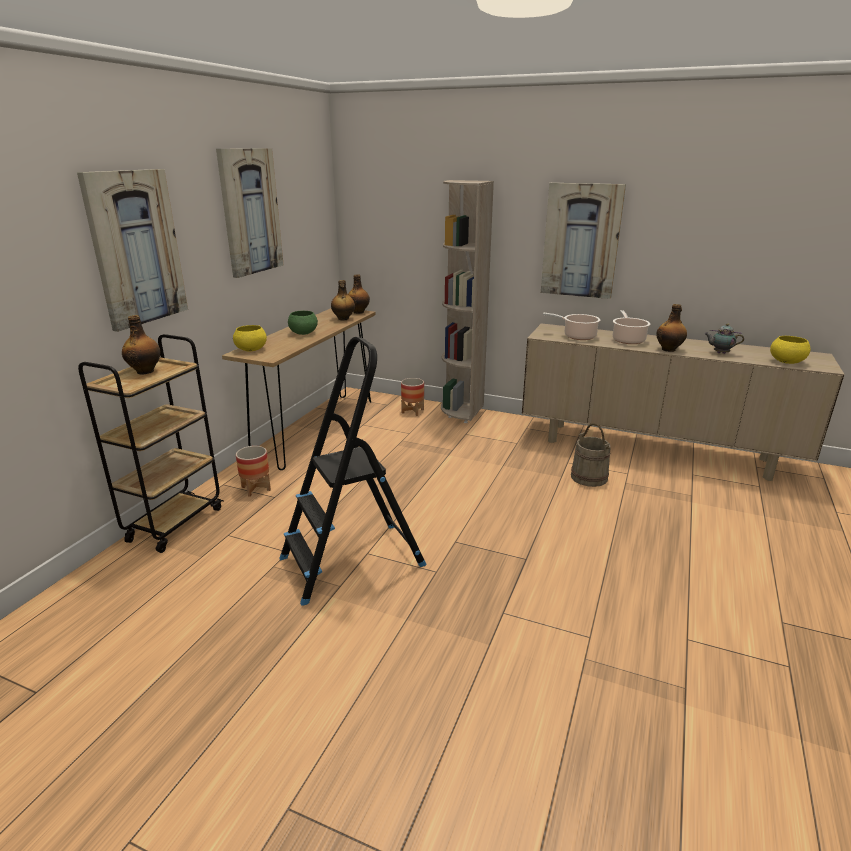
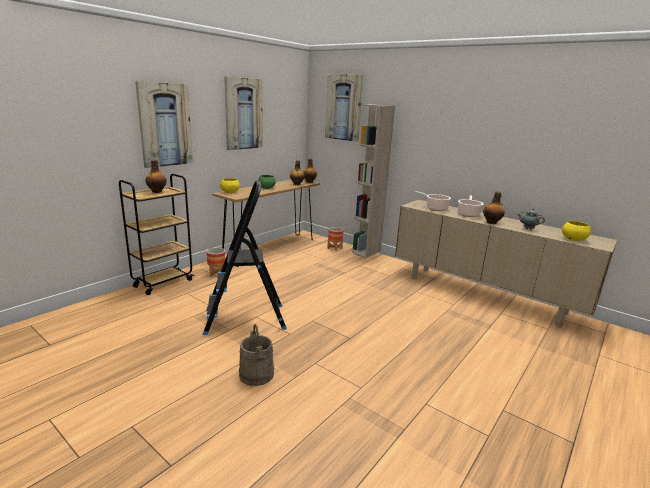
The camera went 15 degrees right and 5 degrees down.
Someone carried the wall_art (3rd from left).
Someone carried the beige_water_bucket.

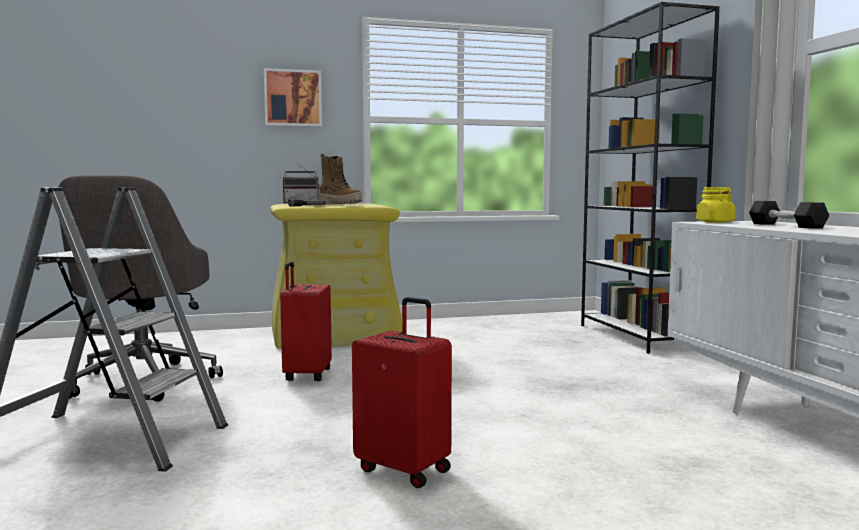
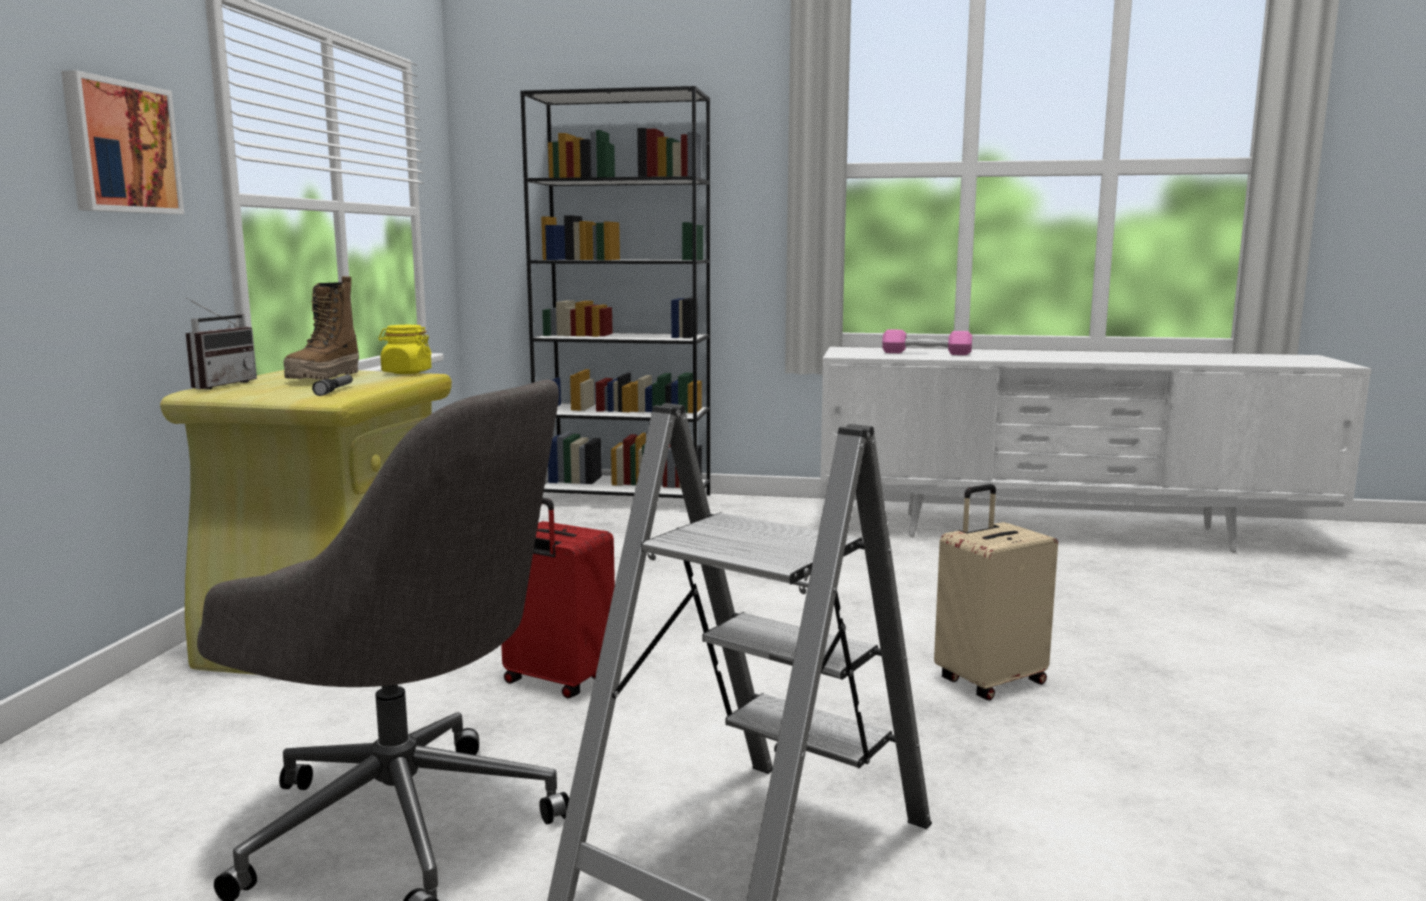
The camera went 65 degrees left and 5 degrees up.
Someone rotated the high-top_boot by 135 degrees clockwise.
Someone carried the yellow_jar.
Someone repainted the black-coloured_free_weight, which became the pink-coloured_free_weight.
Someone repainted the red_suitcase (2nd from left), which became the beige_suitcase.

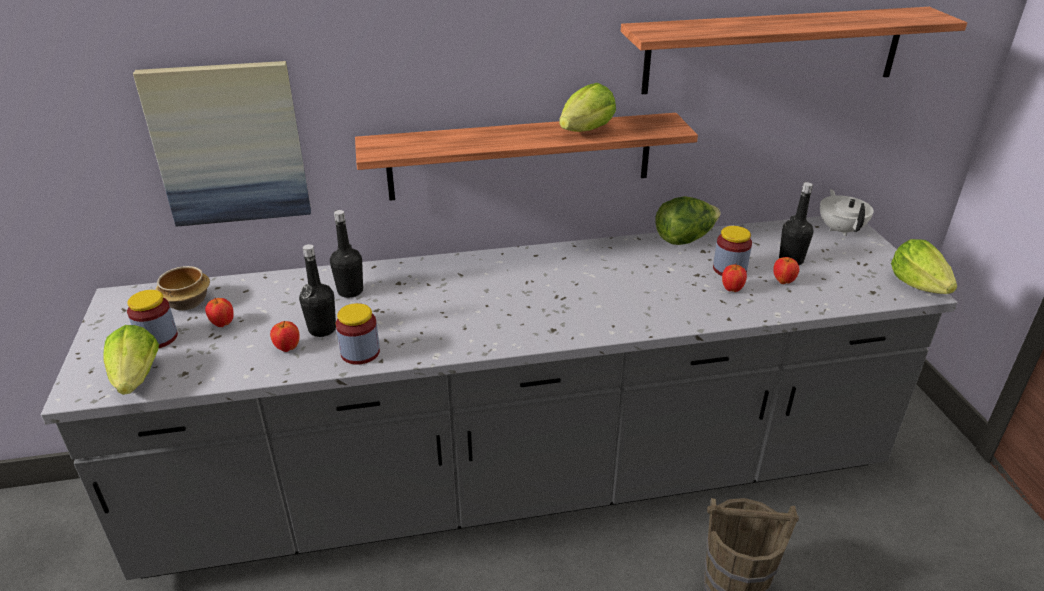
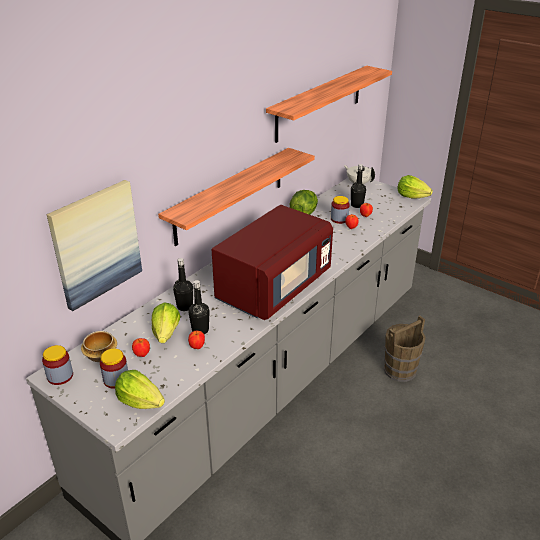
The camera went 40 degrees left and 0 degrees up.
Someone carried the lettuce_head (2nd from left).
Someone carried the jar (2nd from left in the first image).
Someone put down the red_microwave.

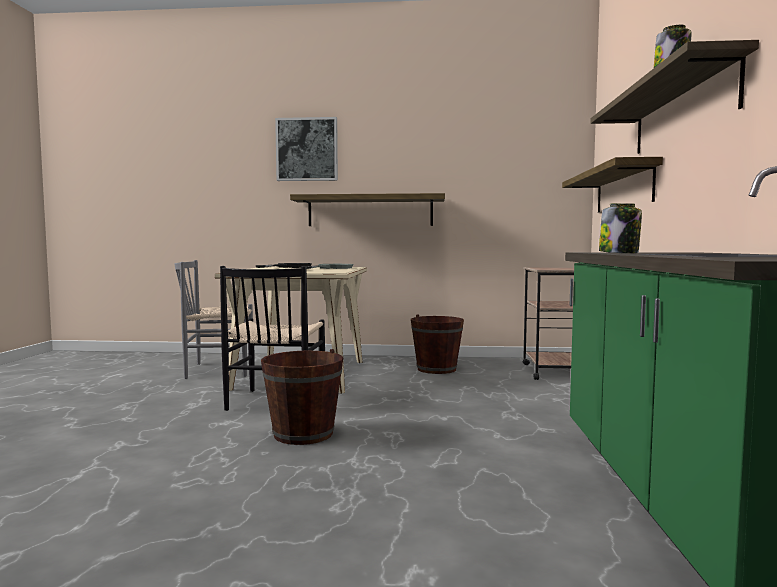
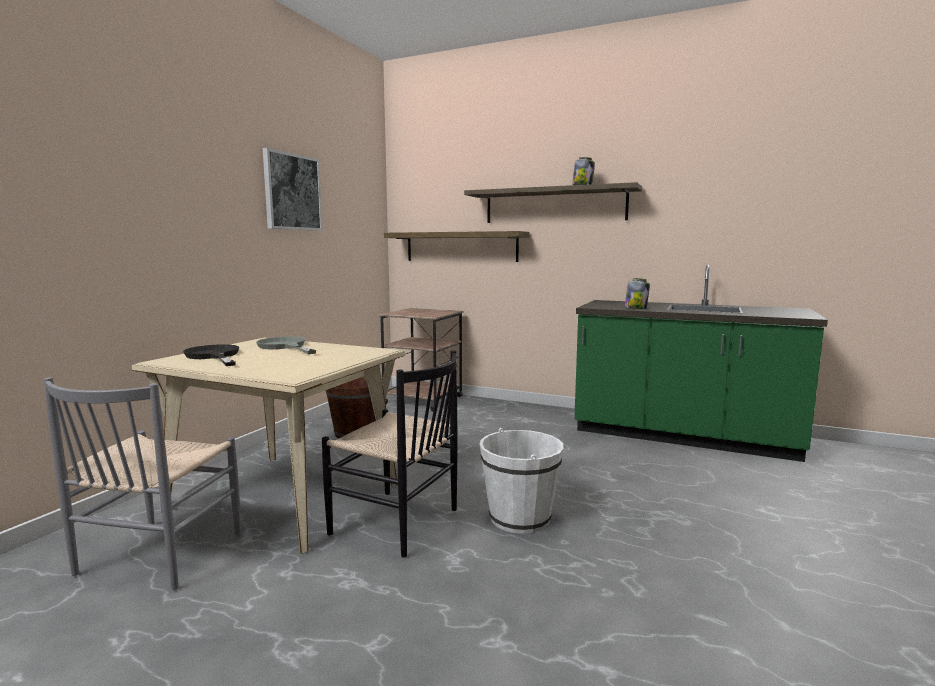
The camera went 70 degrees left and 5 degrees up.
Someone carried the wall_art.
Someone took away the wall_shelf (1st from left).
Someone repainted the brownish_water_bucket (1st from left), which became the white_water_bucket.

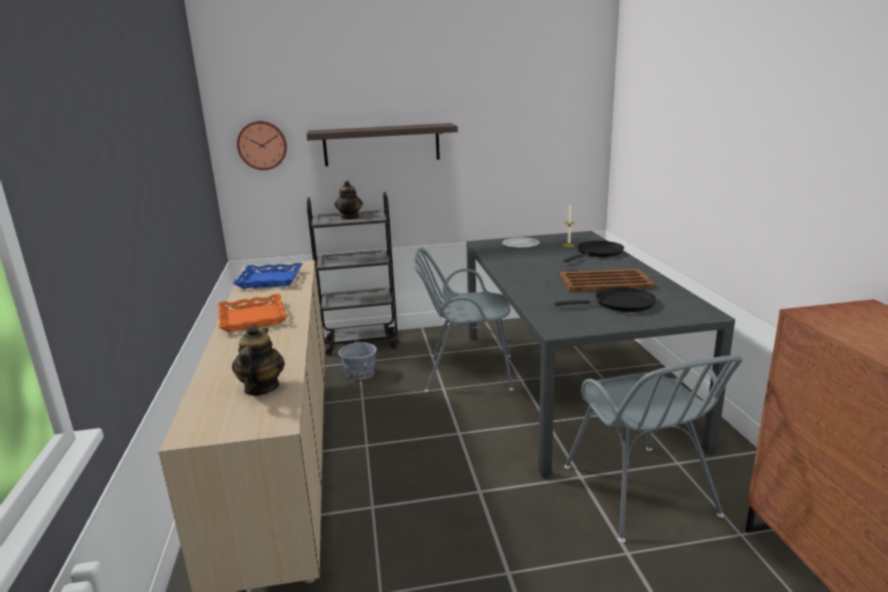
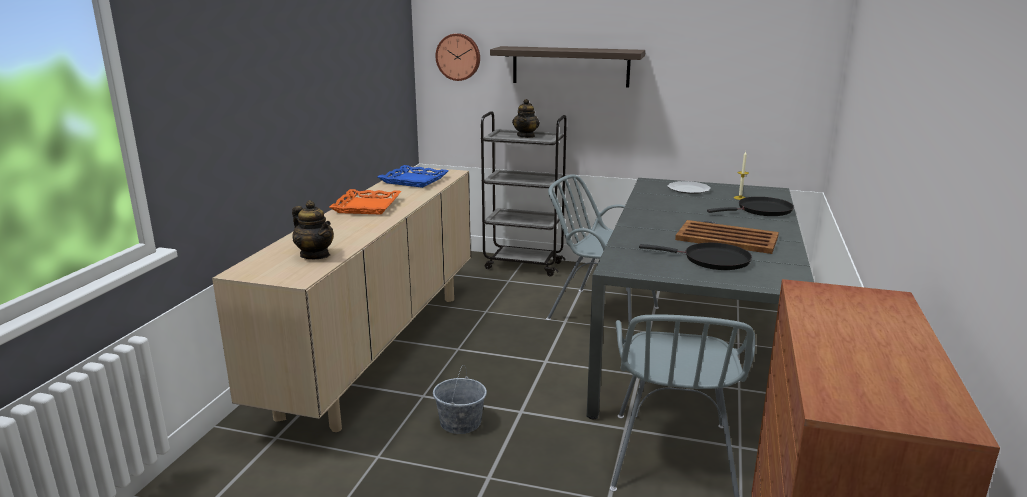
The camera went 25 degrees right and 0 degrees up.
Someone rotated the teapot (1st from left) by 105 degrees clockwise.
Someone carried the gray_water_bucket.

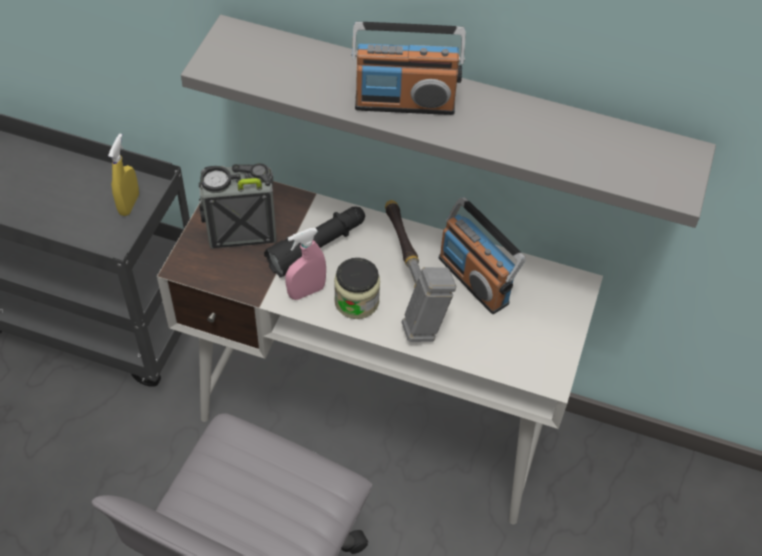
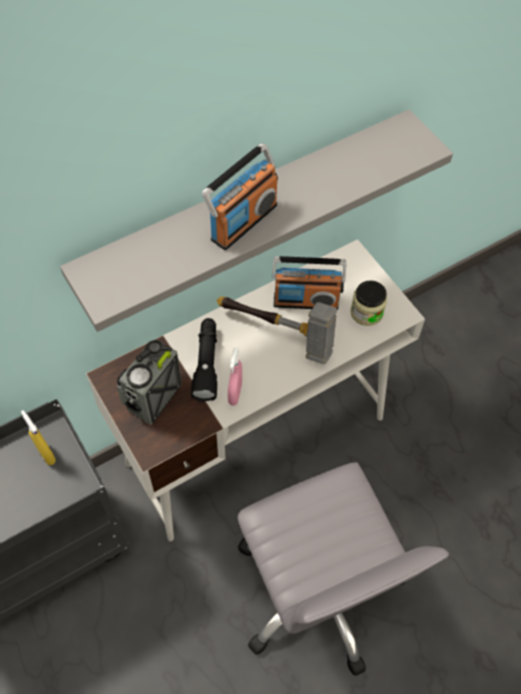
The camera went 50 degrees left and 5 degrees up.
Someone carried the jar.

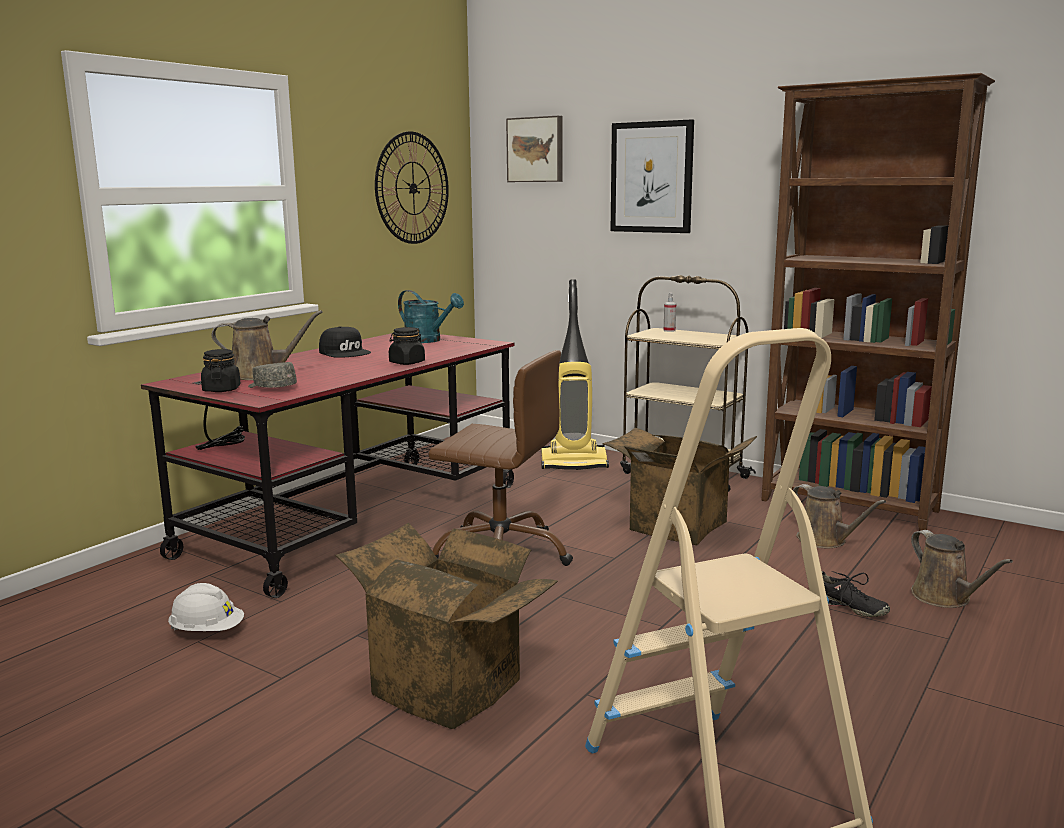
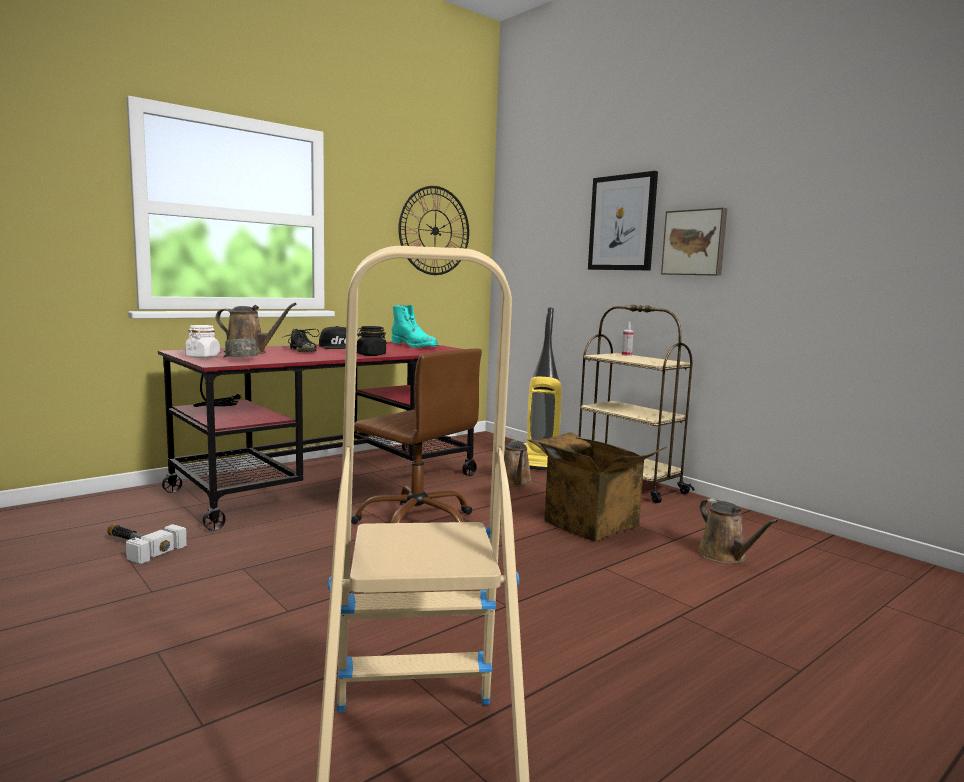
The camera went 15 degrees right and 5 degrees down.
Someone took away the brownish_bookcase.
Someone carried the wall_art (1st from left in the first image).
Someone swapped the turquoise-coloured_watering_can for the turquoise-coloured_high-top_boot.
Someone repainted the black-coloured_jar (1st from left), which became the white_jar.
Someone took away the cardboard_box (1st from left).
Someone carried the brownish_watering_can (3rd from left in the first image).
Someone carried the black-coloured_low_shoe.
Someone swapped the white_safety_helmet for the hammer.

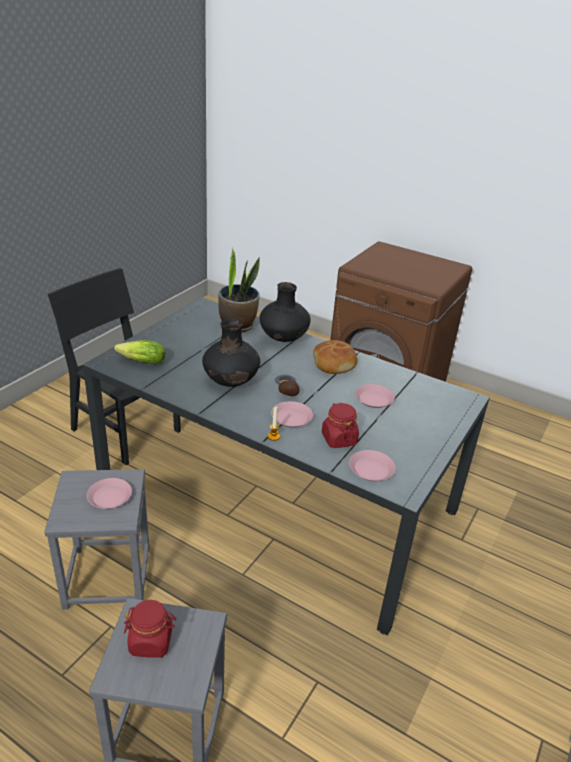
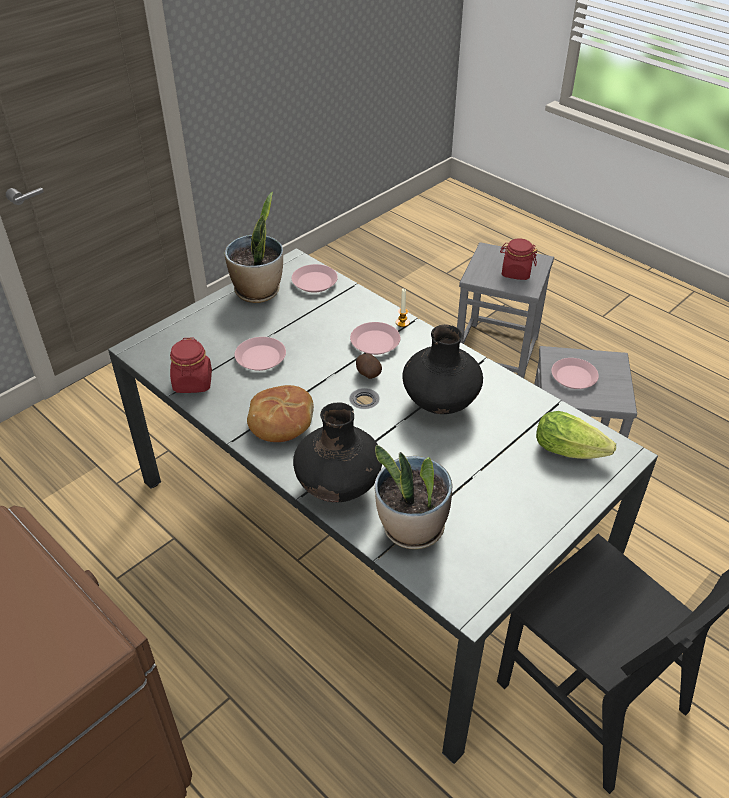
The camera went 165 degrees left and 10 degrees up.
Someone carried the red_jar (2nd from left in the first image).
Someone put down the plant_in_a_pot (1st from left).

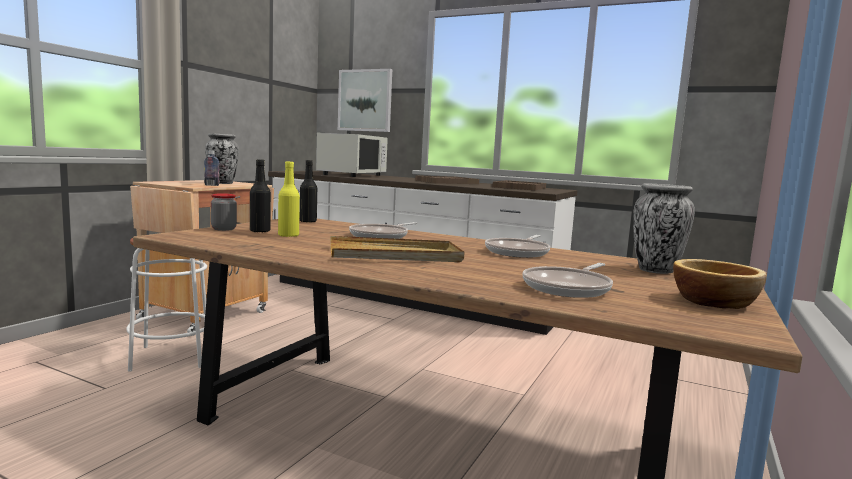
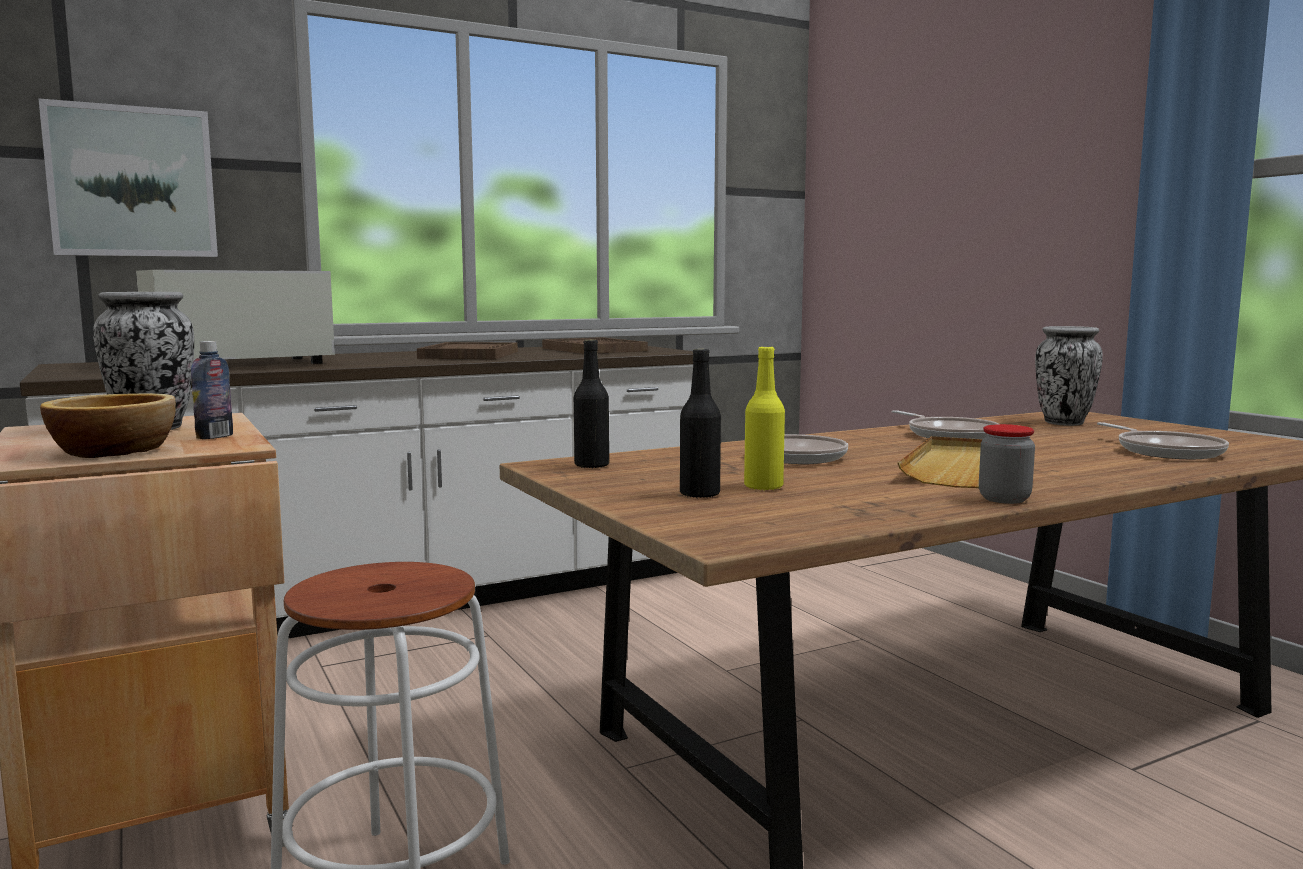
The camera went 55 degrees left and 0 degrees up.
Someone rotated the white_microwave by 90 degrees counterclockwise.
Someone carried the jar.
Someone carried the serving_bowl.

